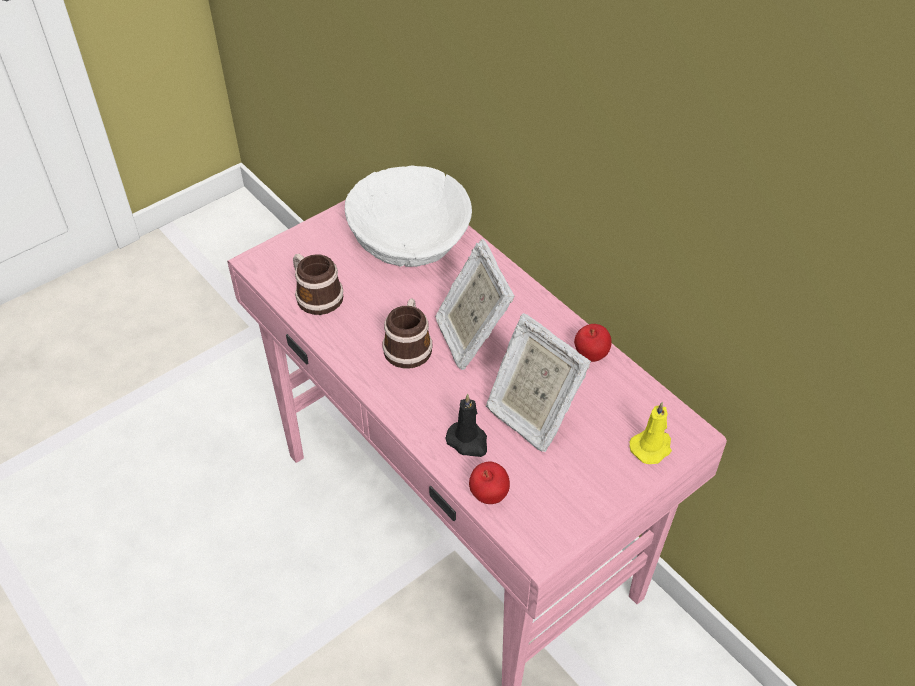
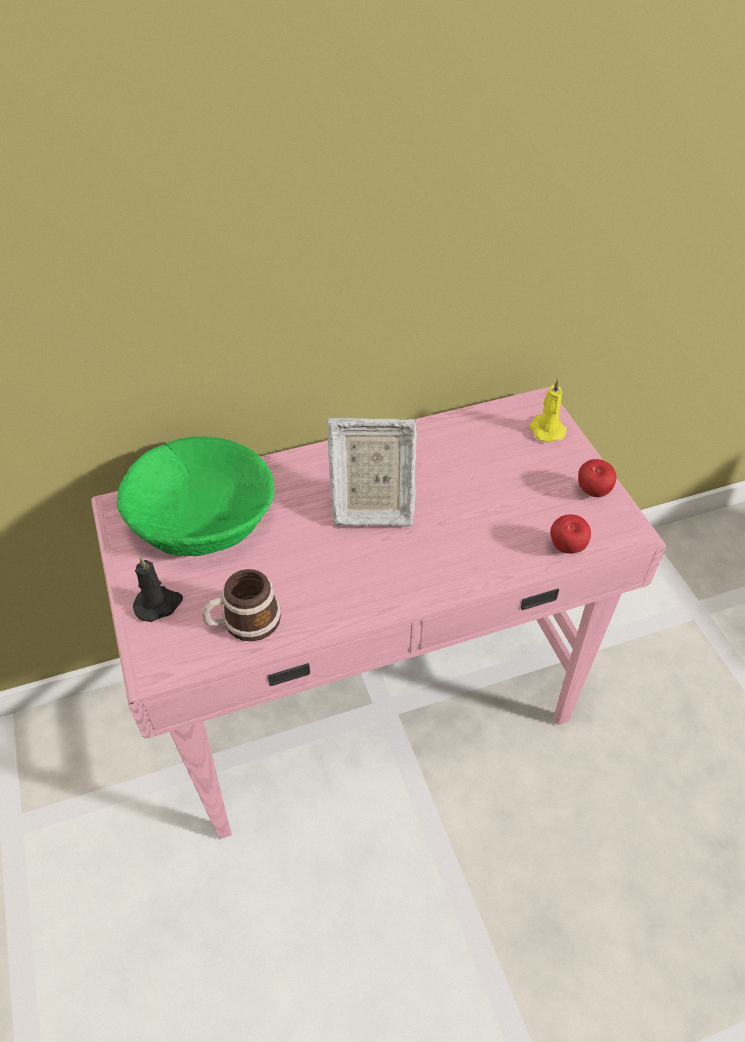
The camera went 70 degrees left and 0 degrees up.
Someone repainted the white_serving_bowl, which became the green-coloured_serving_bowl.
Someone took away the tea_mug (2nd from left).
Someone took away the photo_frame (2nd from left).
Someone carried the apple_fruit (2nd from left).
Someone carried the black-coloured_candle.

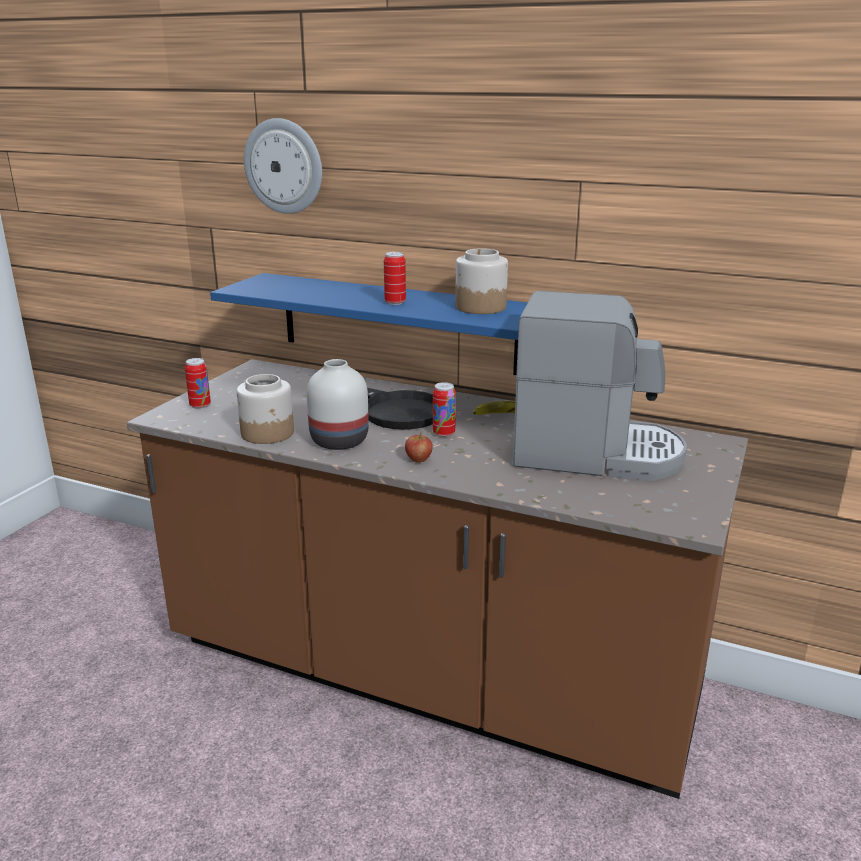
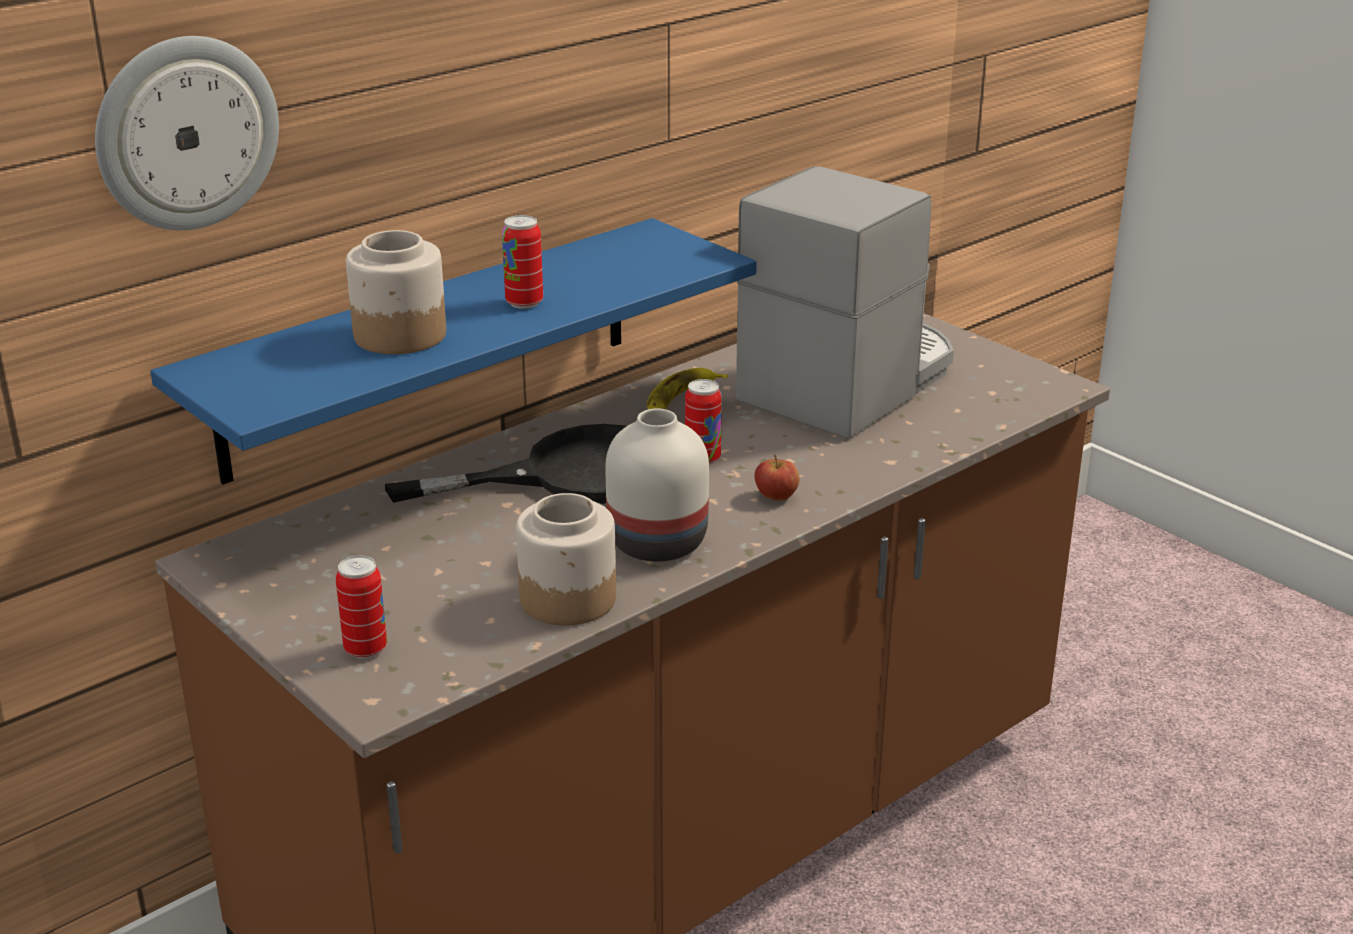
The camera went 65 degrees left and 5 degrees up.
Someone carried the jar (2nd from left in the first image).

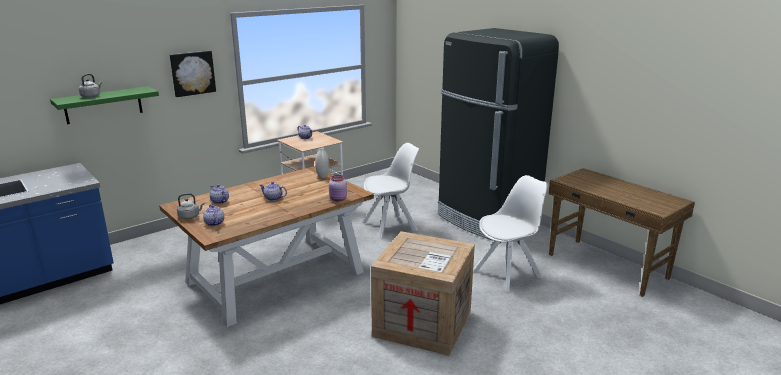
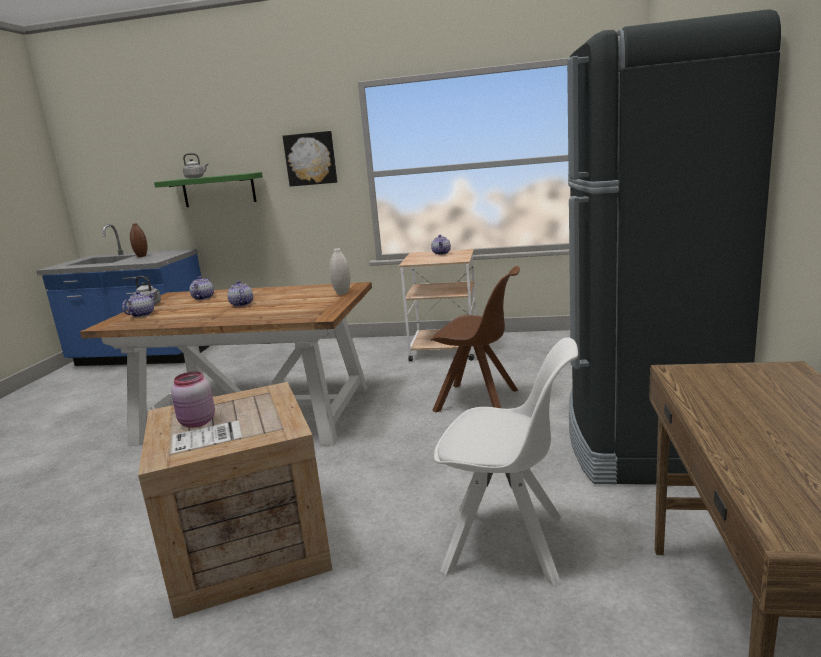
The camera went 50 degrees right and 5 degrees down.
Someone repainted the white_plain_chair (1st from left), which became the brownish_plain_chair.
Someone carried the pink-coloured_jar.
Someone put down the brownish_flower_vase.

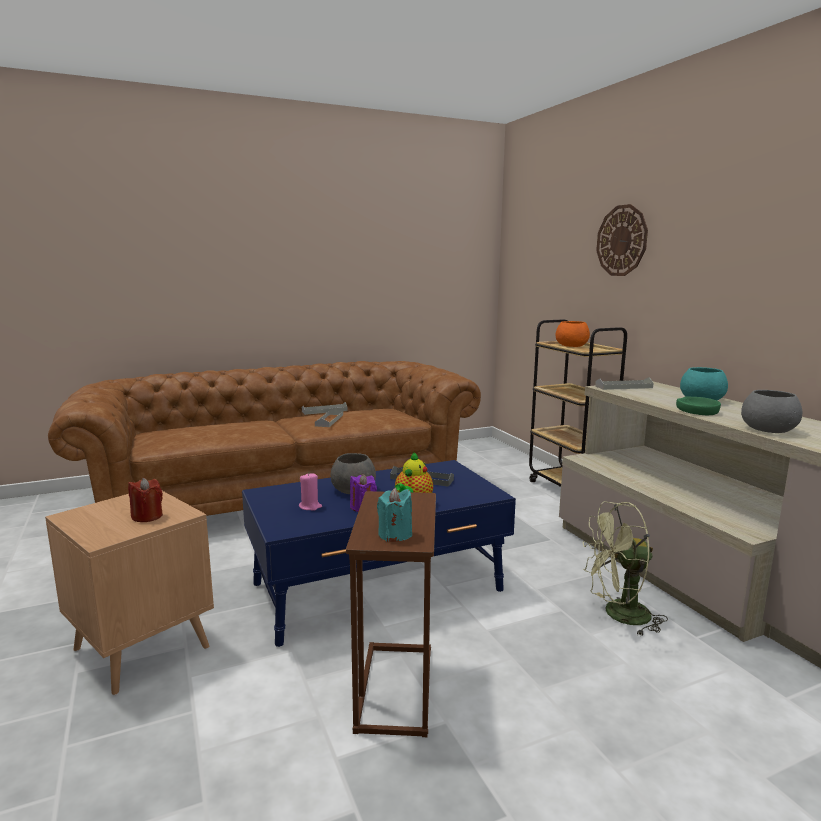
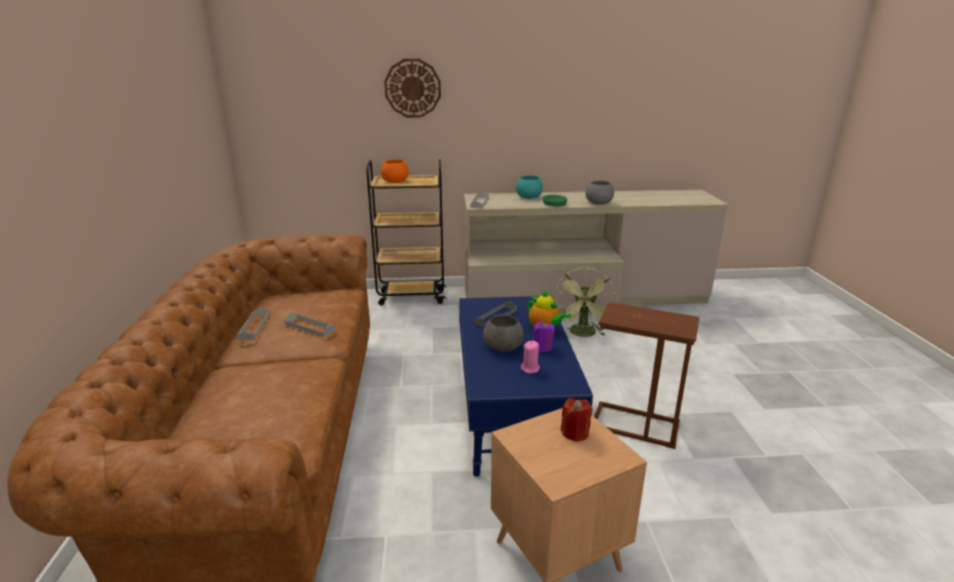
The camera went 70 degrees left and 10 degrees up.
Someone took away the turquoise-coloured_candle.

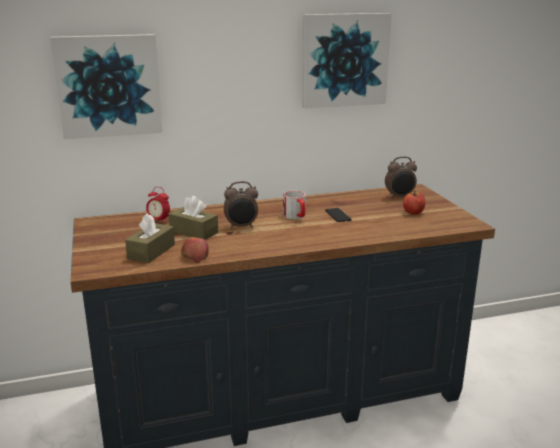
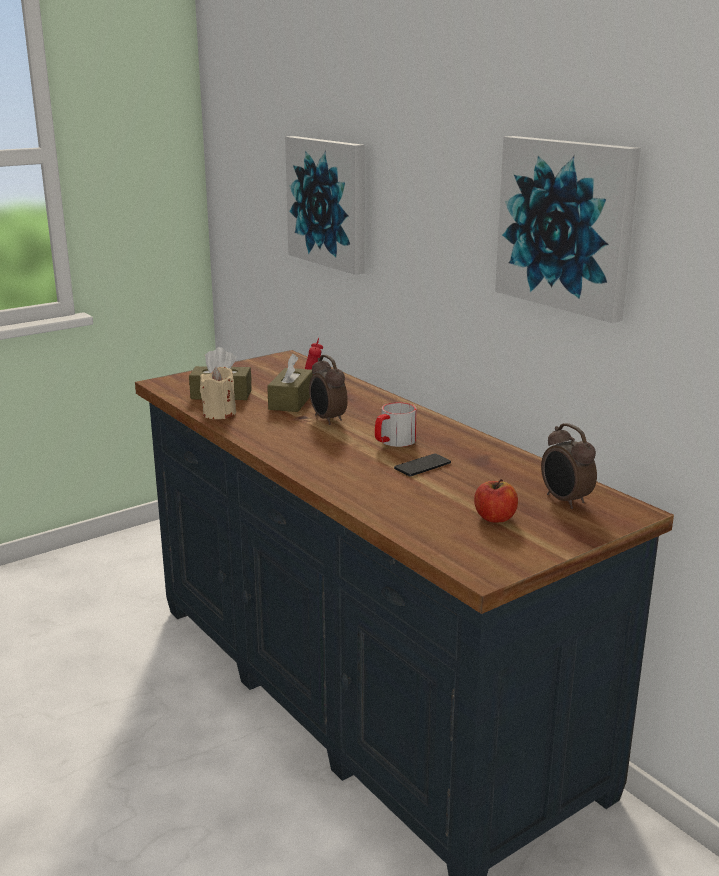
The camera went 70 degrees right and 0 degrees up.
Someone swapped the apple_fruit (1st from left) for the beige_candle.

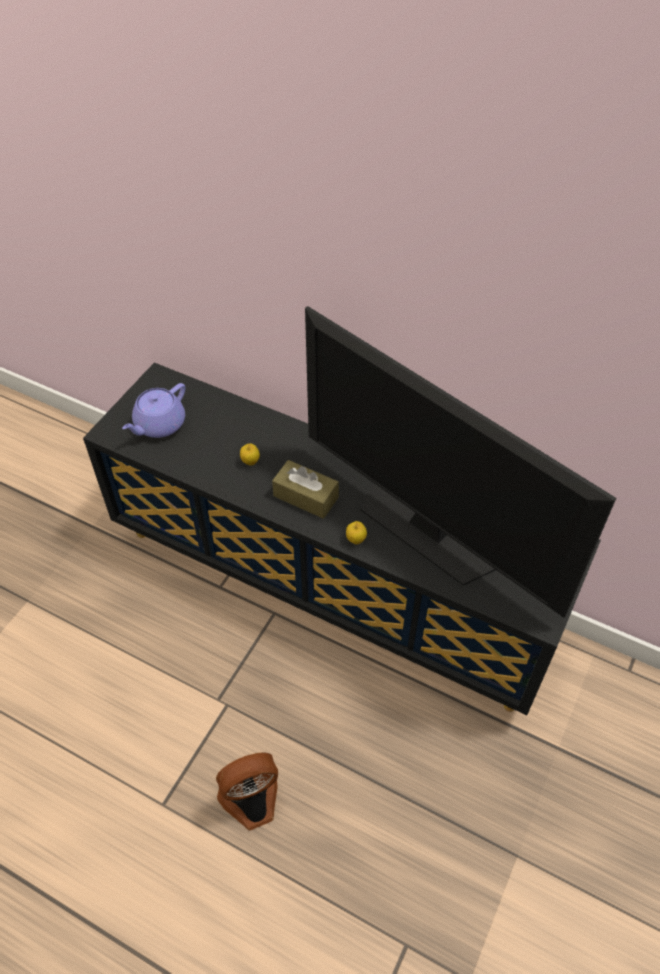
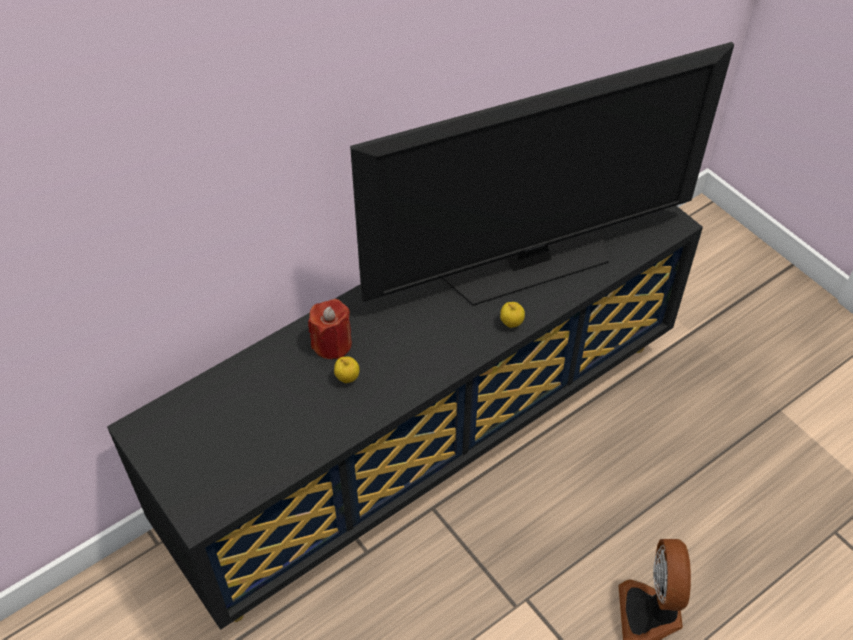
The camera went 65 degrees left and 0 degrees up.
Someone took away the purple_teapot.
Someone took away the brownish_tissue_box.
Someone put down the red_candle.

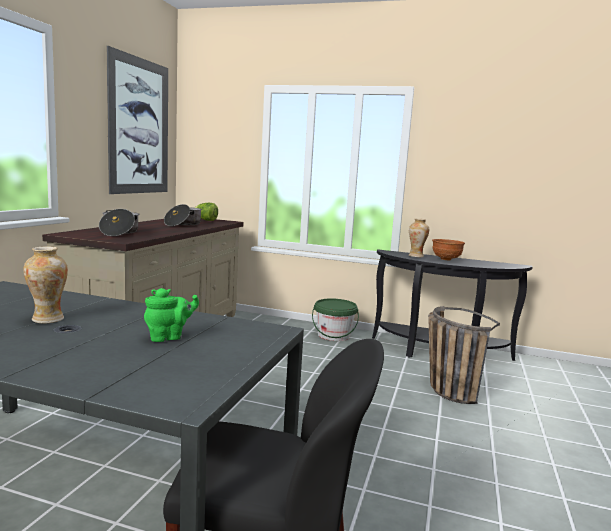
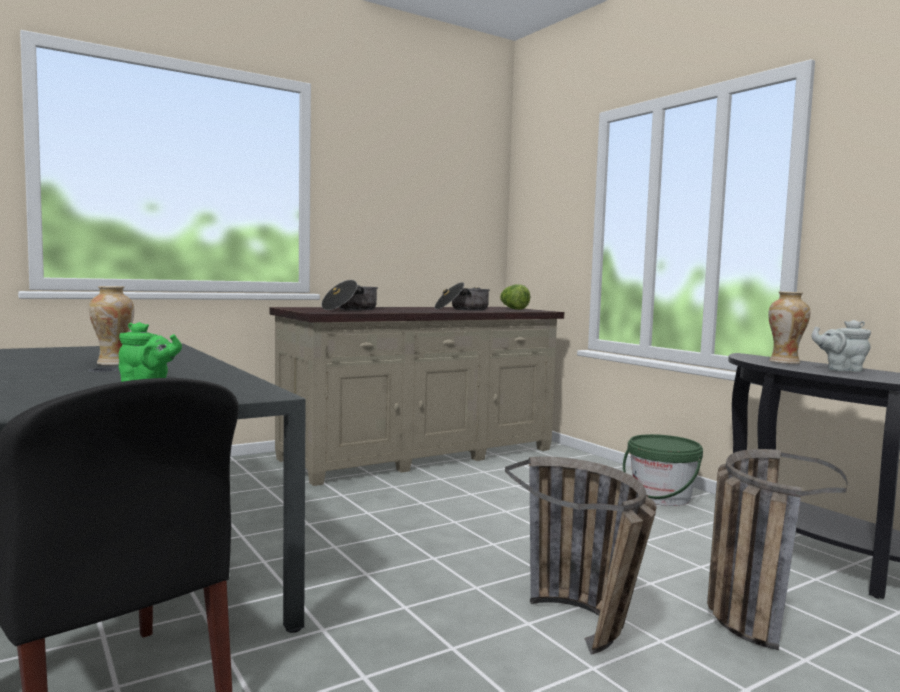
The camera went 40 degrees right and 5 degrees down.
Someone took away the wall_art.
Someone swapped the brownish_serving_bowl for the gray_teapot.
Someone put down the basket (1st from left).

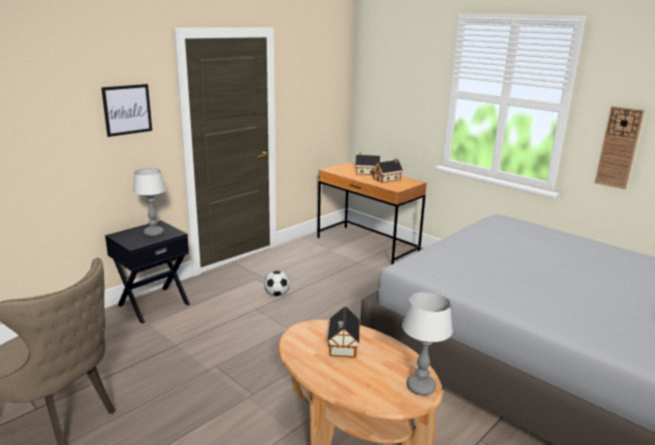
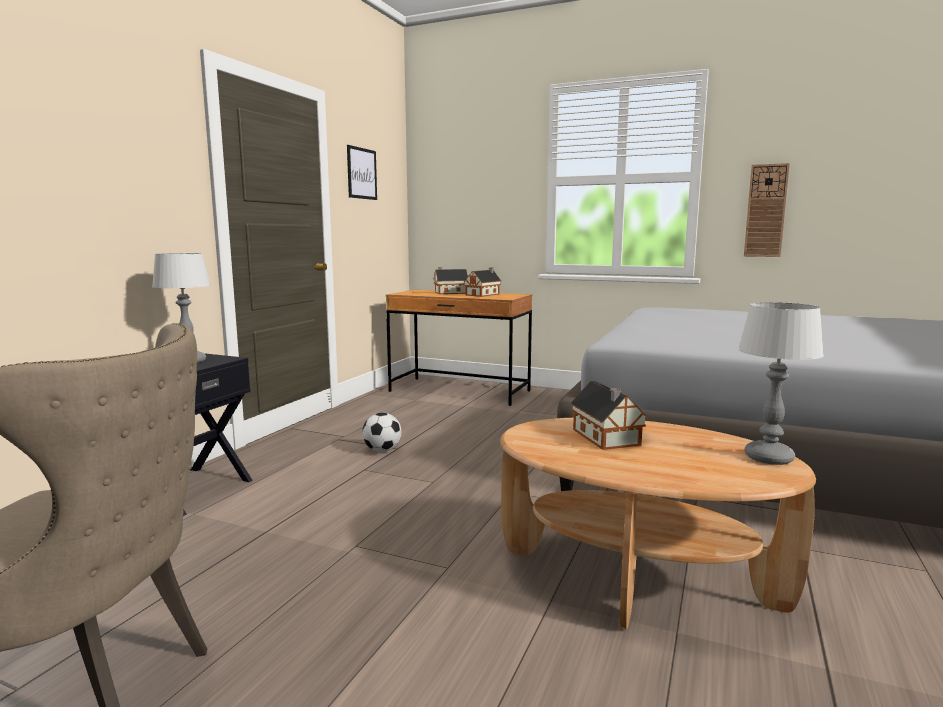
The camera went 20 degrees left and 10 degrees down.
Someone carried the wall_art.

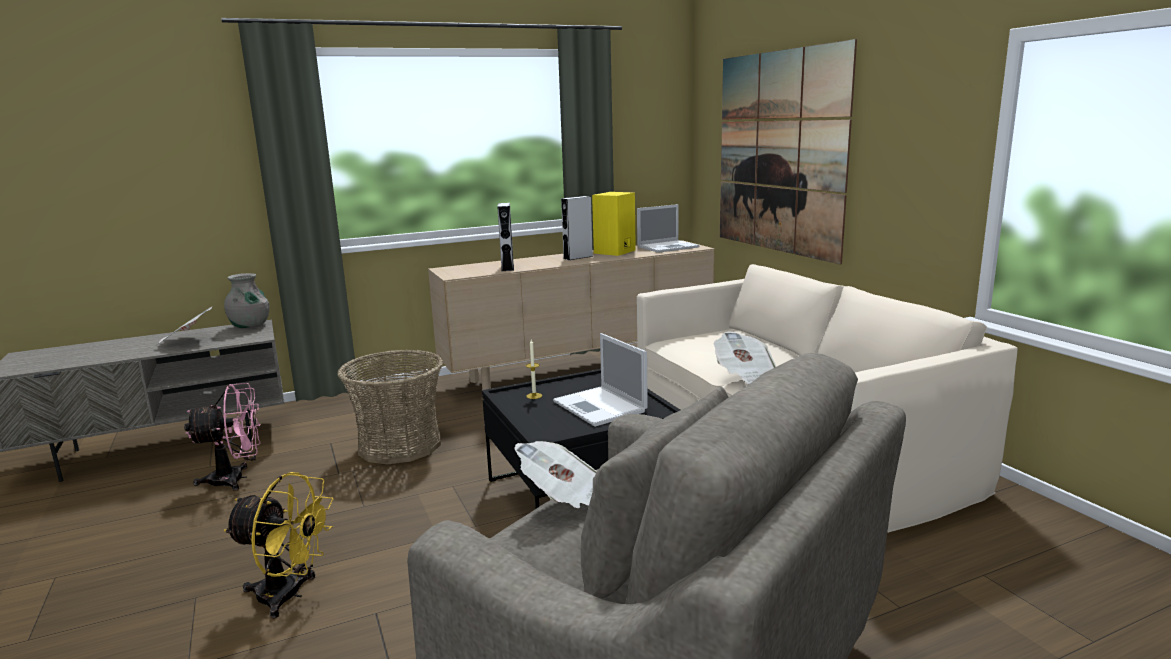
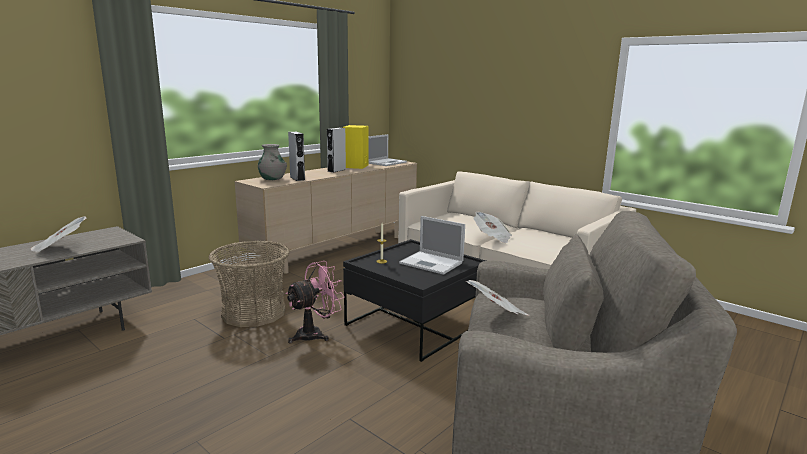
The camera went 25 degrees left and 0 degrees up.
Someone took away the wall_art.
Someone carried the gray_flower_vase.
Someone carried the pink-coloured_cooling_fan.
Someone took away the yellow_cooling_fan.

